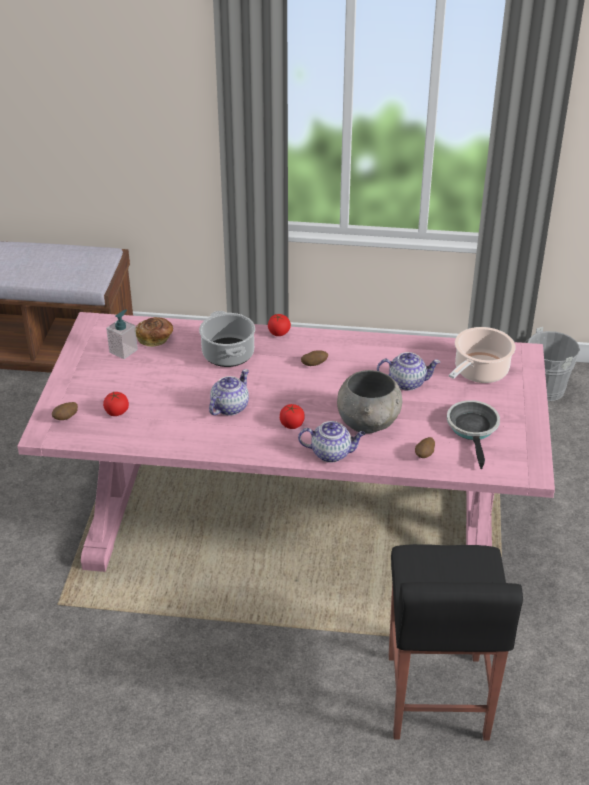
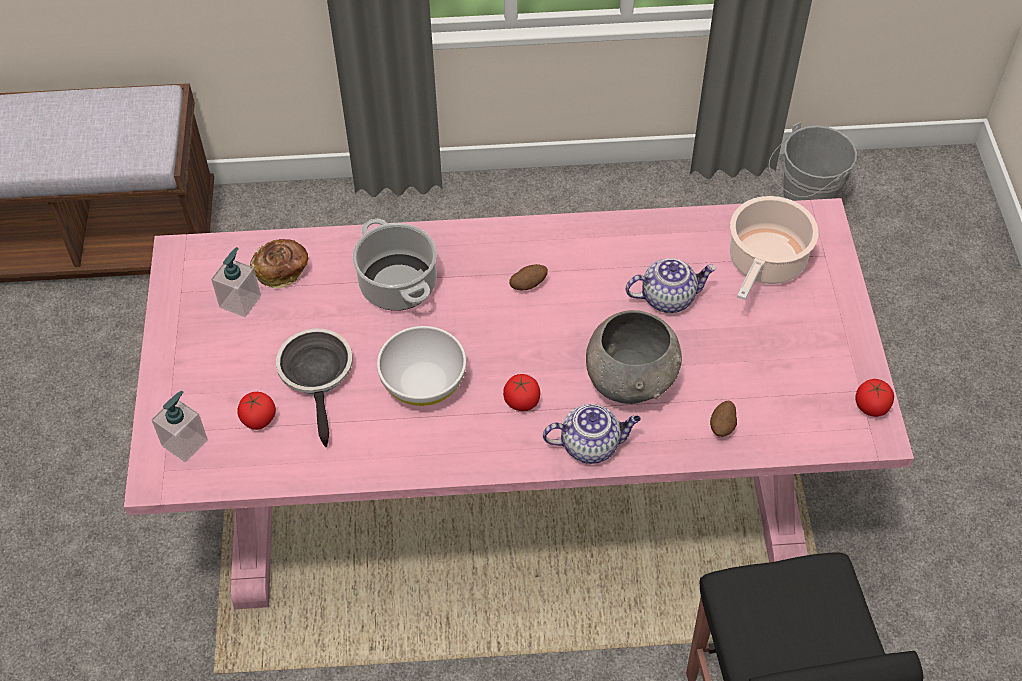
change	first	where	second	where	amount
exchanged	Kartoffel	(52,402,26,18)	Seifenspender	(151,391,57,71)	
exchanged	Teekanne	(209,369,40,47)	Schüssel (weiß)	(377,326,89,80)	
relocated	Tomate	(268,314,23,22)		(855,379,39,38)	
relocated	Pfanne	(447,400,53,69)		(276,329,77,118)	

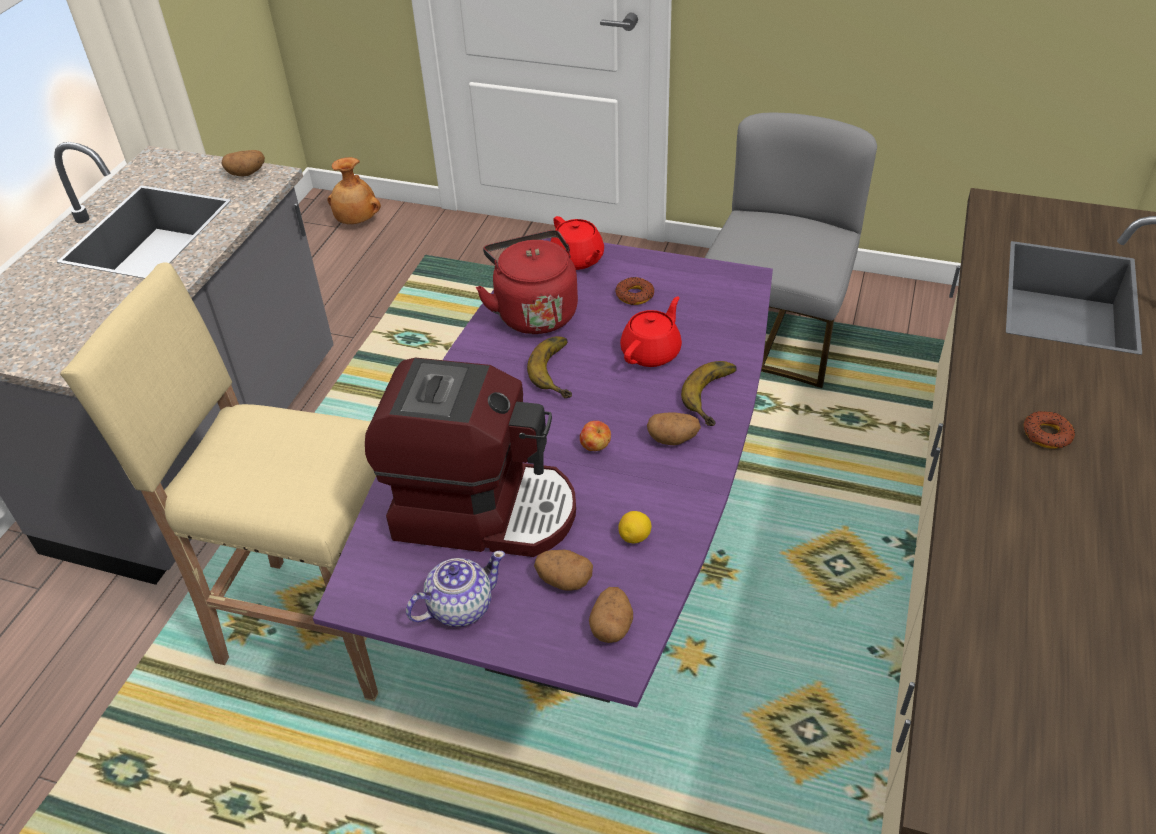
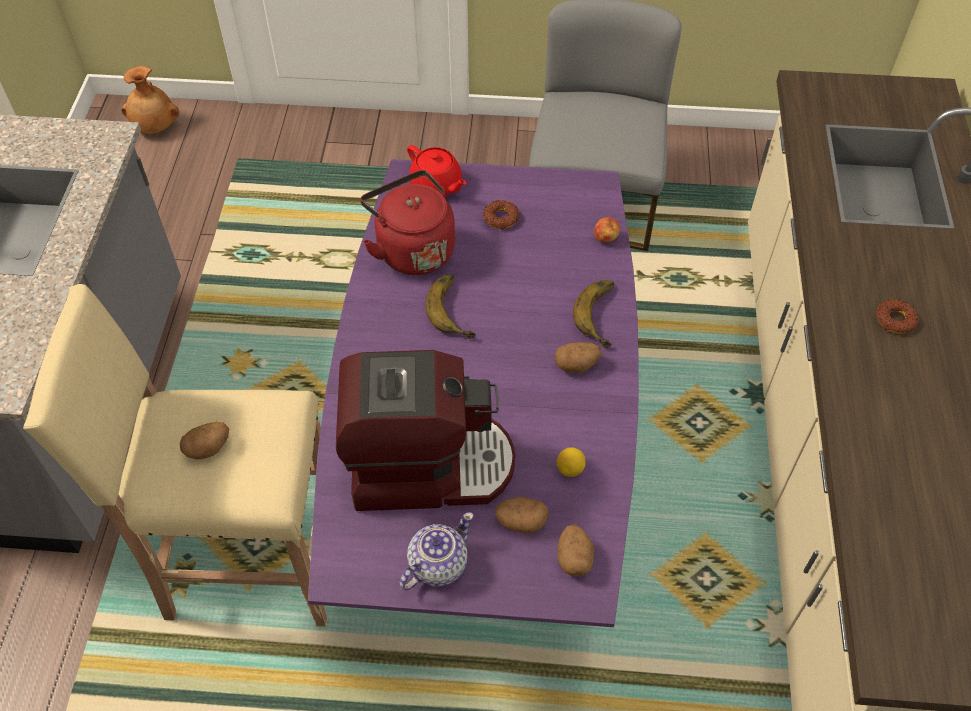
change	first	where	second	where	amount
relocated	Kartoffel	(222,150,43,26)		(180,422,49,37)	
relocated	Apfel	(580,421,31,30)		(594,217,26,25)	
missing	Teekanne (rot)	(620,296,62,71)			

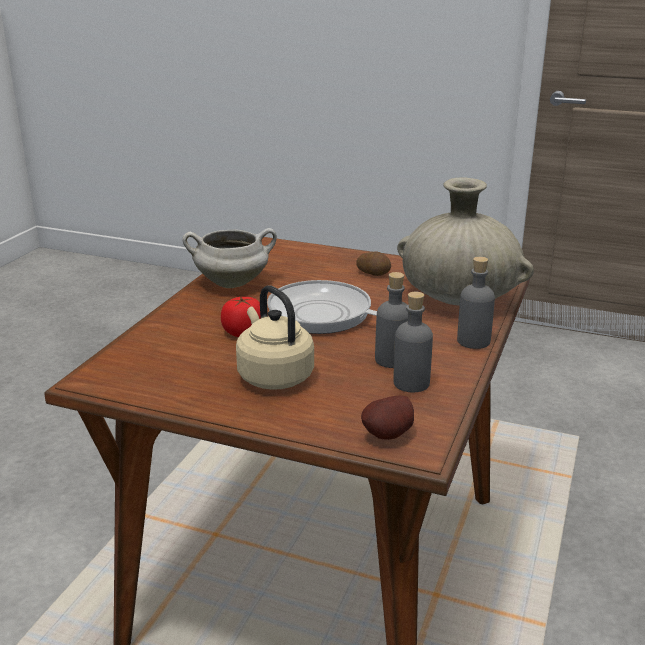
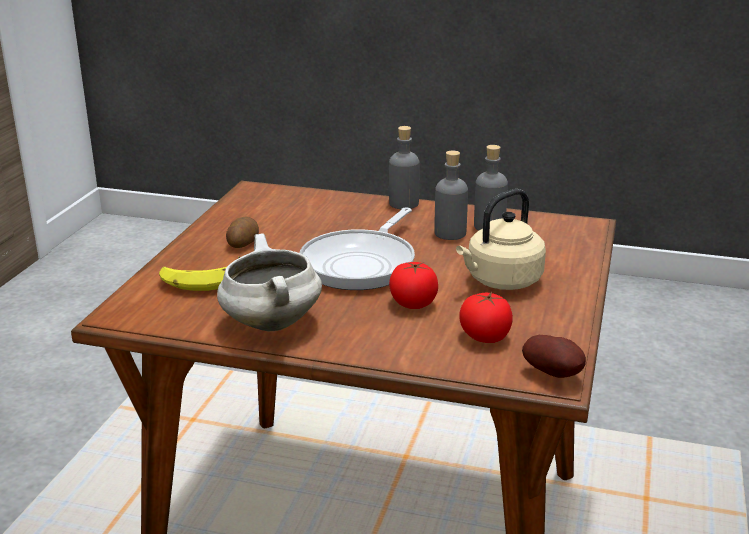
change	first	where	second	where	amount
relocated	Kartoffel	(361,395,53,45)		(522,335,64,43)	
missing	Vase (beige)	(397,177,137,129)			
appeared			Banane	(159,256,81,35)	
appeared			Tomate	(459,292,54,51)	

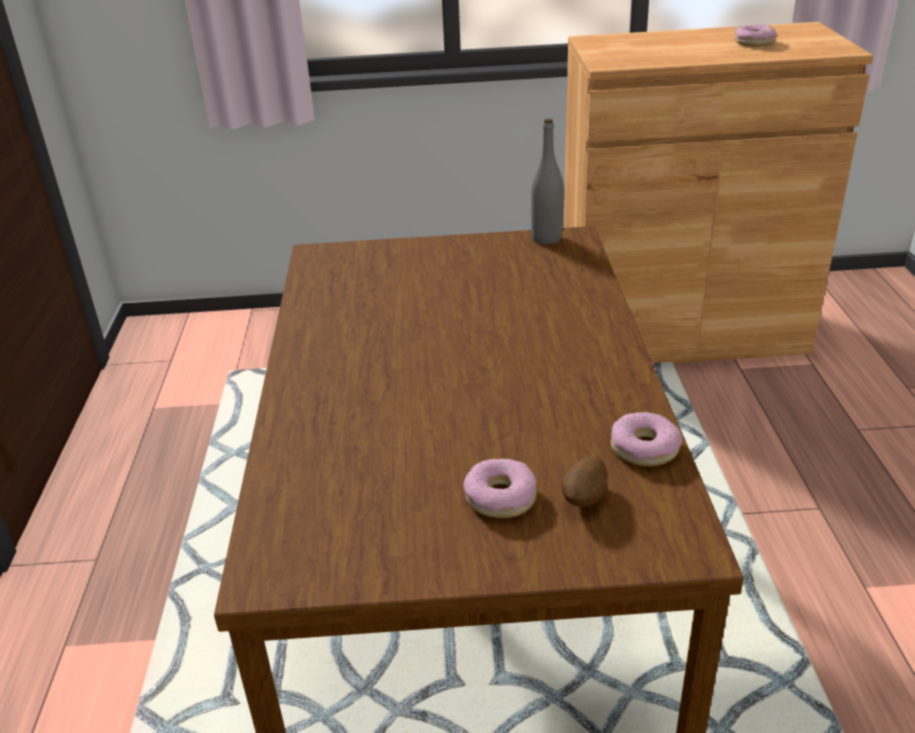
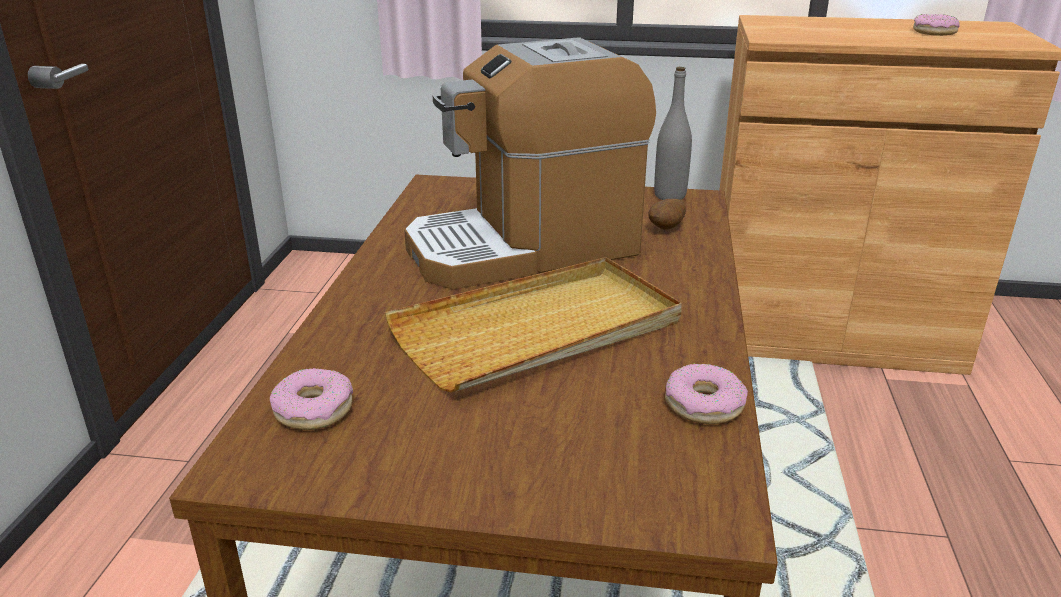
change	first	where	second	where	amount
relocated	Donut	(463,459,74,59)		(270,368,83,62)	
relocated	Kartoffel	(561,455,46,52)		(648,199,38,31)	
appeared			Tablett (beige)	(385,257,297,136)	
appeared			Kaffeemaschine	(404,37,252,253)	

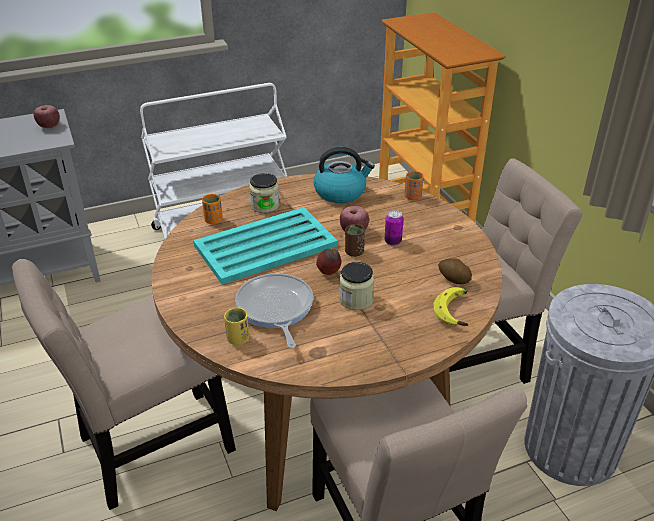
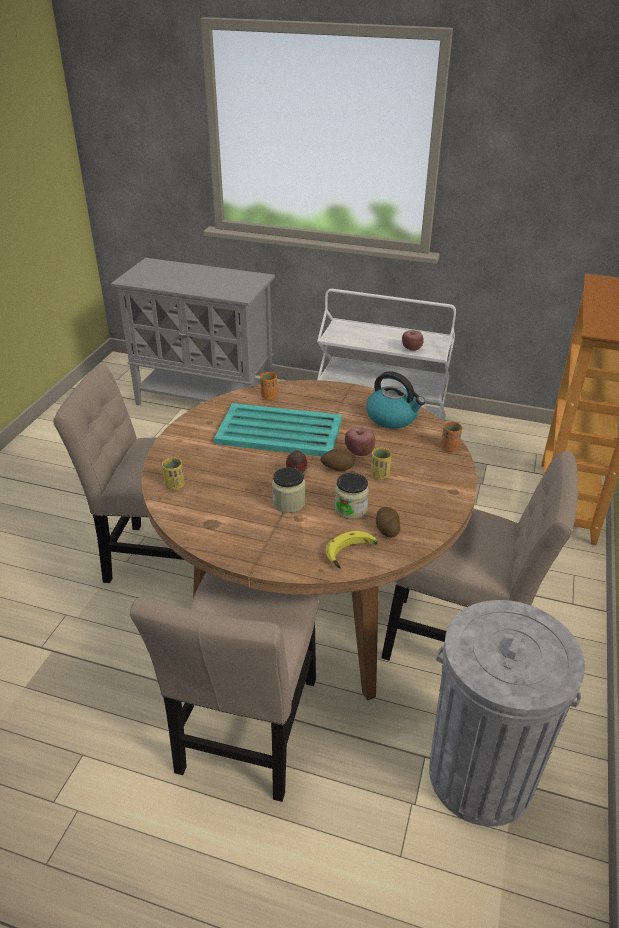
change	first	where	second	where	amount
relocated	Apfel	(34,105,26,23)		(402,330,22,21)	
missing	Pfanne	(235,273,78,75)			
relocated	Vorratsglas	(249,173,30,40)		(334,473,35,46)	
exchanged	Tasse (braun)	(345,224,20,33)	Kartoffel	(320,449,35,22)	
exchanged	Dose	(385,210,18,36)	Tasse (gelb)	(371,447,21,33)	

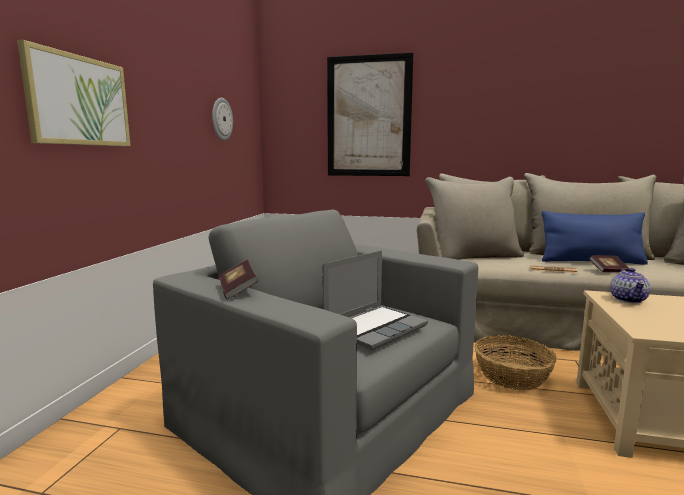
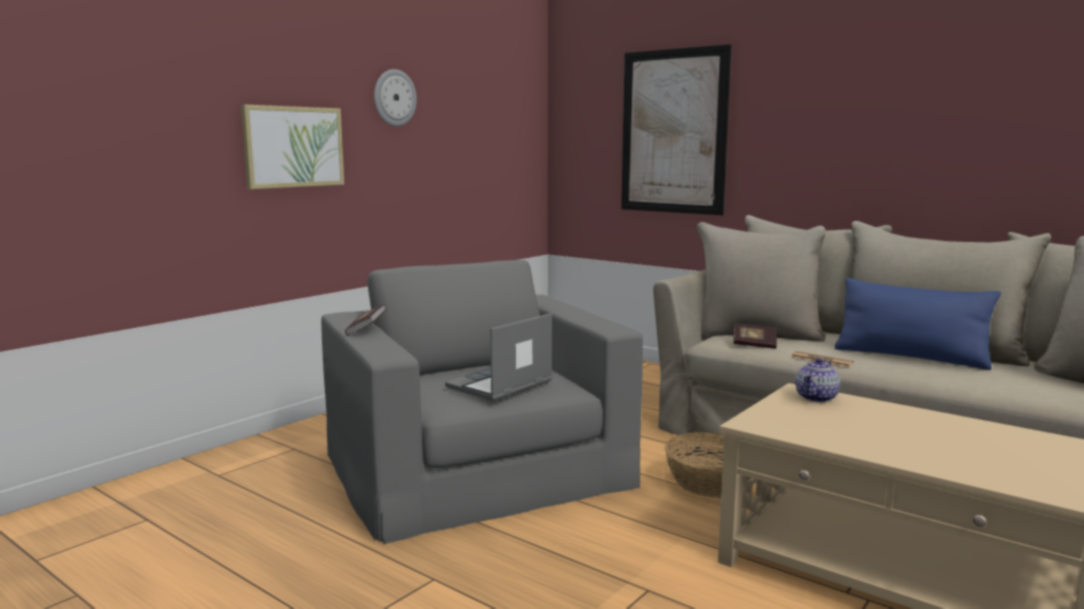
change	first	where	second	where	amount
relocated	Wanduhr	(212,98,21,43)		(374,69,43,57)	
spun	Laptop	(323,250,105,100)		(445,313,107,88)	150 degrees clockwise
relocated	Buch	(589,255,40,17)		(733,323,44,26)	

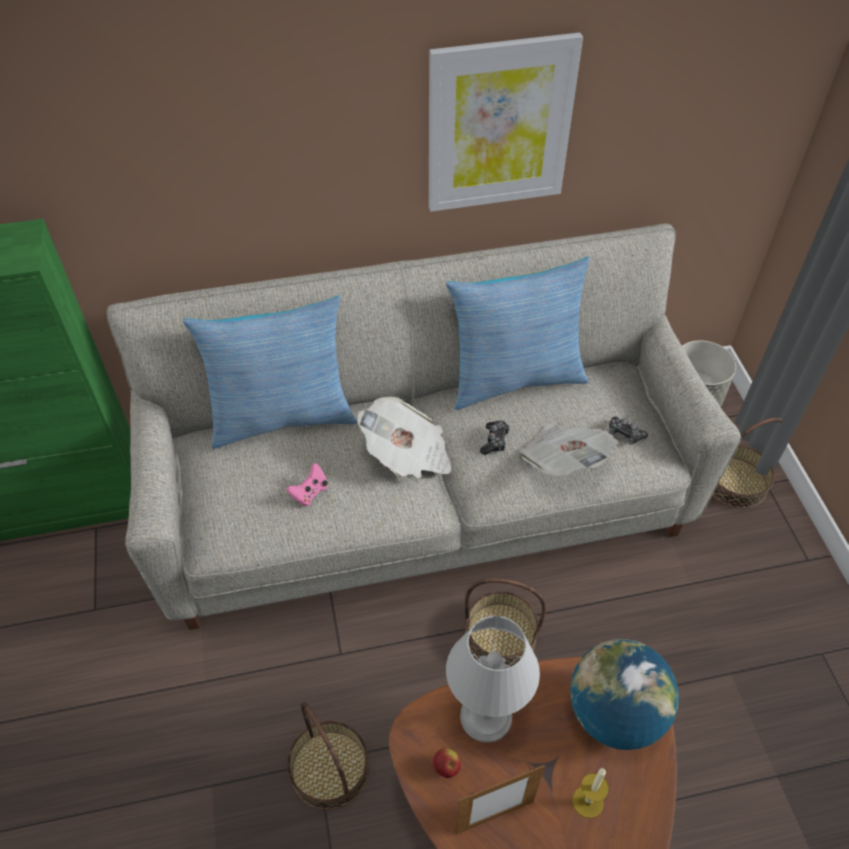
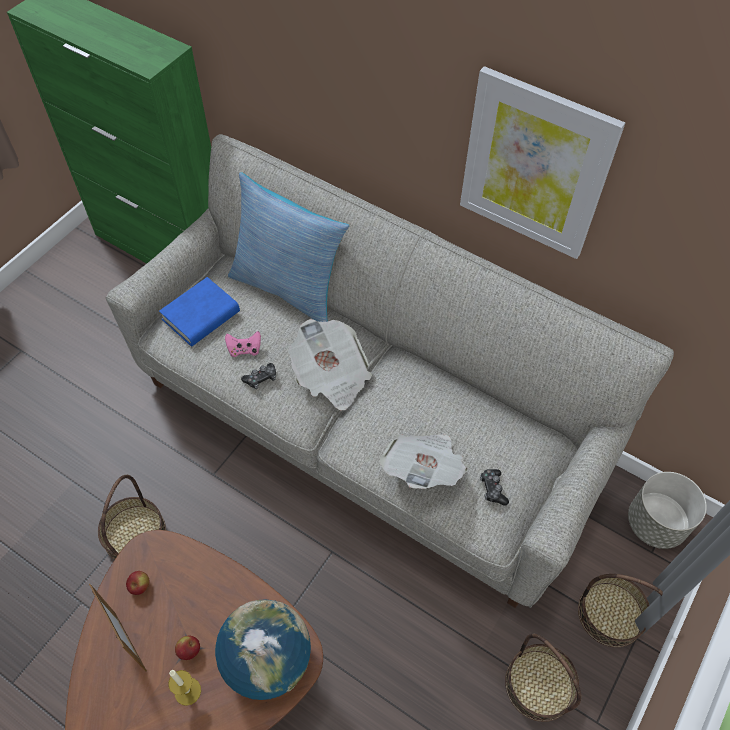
change	first	where	second	where	amount
missing	Kissen	(446,257,144,153)			
missing	Tischlampe (grau)	(446,616,94,127)			
spun	Bilderrahmen	(455,765,90,70)		(89,584,58,87)	150 degrees counterclockwise
relocated	Korb	(465,578,81,88)		(505,634,76,88)	
relocated	Gamepad	(480,420,30,35)		(241,363,35,26)	
appeared			Buch (blau)	(159,277,81,69)	
appeared			Apfel	(175,636,25,24)	

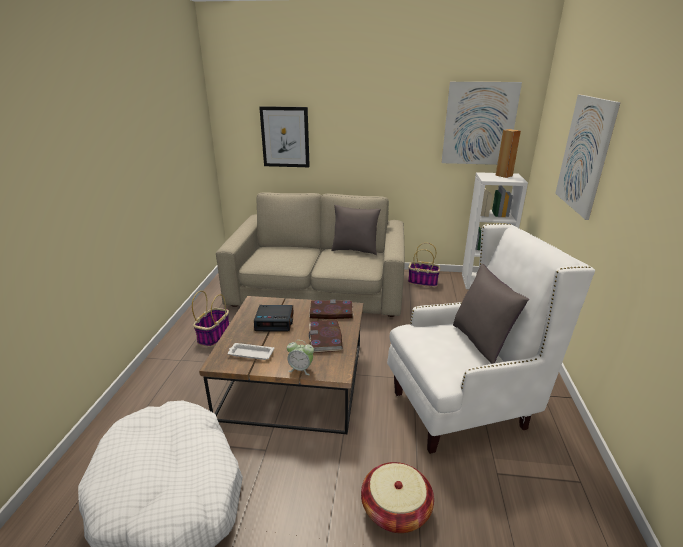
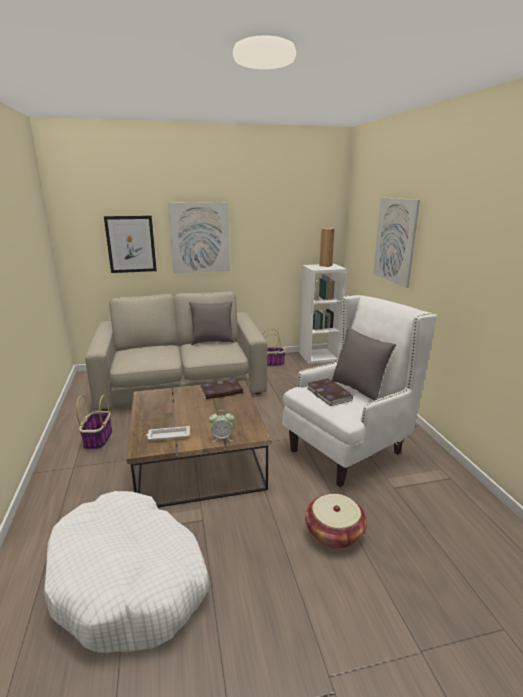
change	first	where	second	where	amount
missing	Wecker	(254,305,40,27)			
relocated	Buch	(309,320,33,33)		(307,379,46,27)	
relocated	Bild	(442,82,80,83)		(168,202,62,71)	

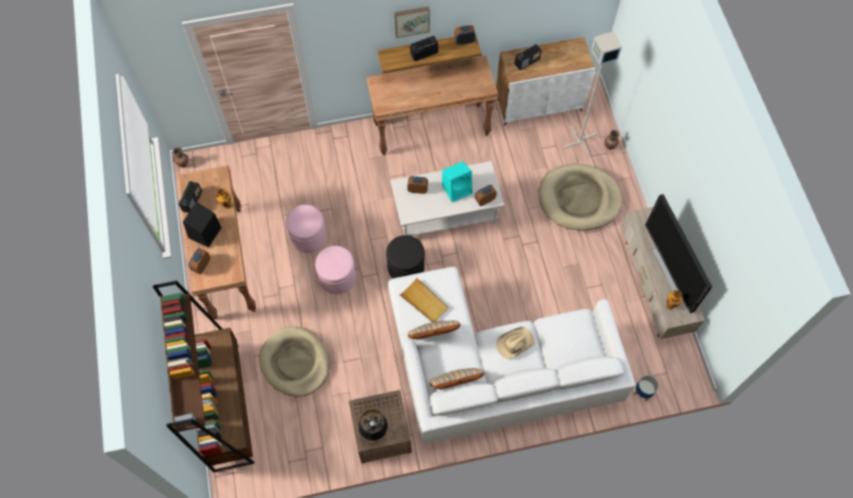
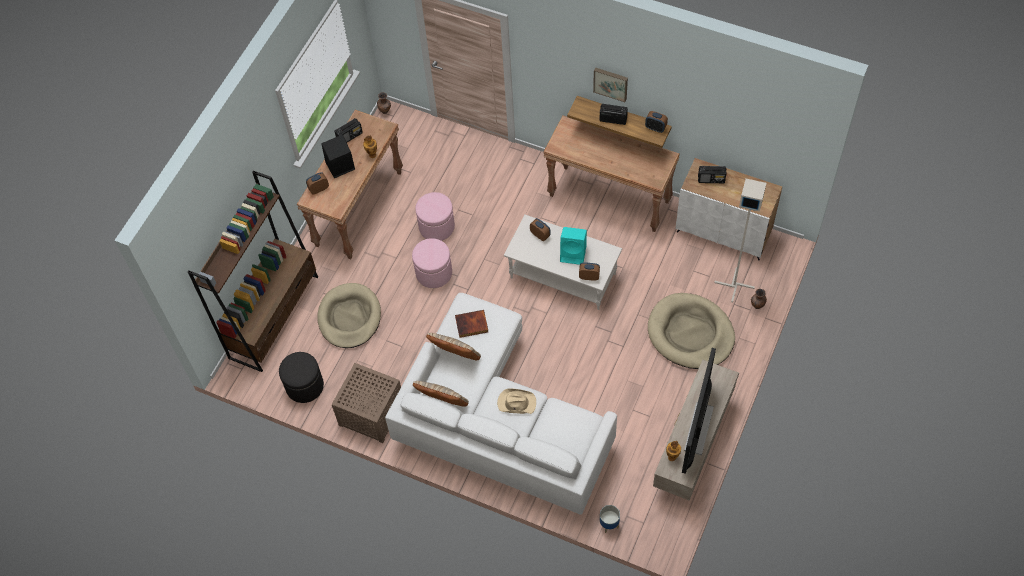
change	first	where	second	where	amount
missing	Tischlampe (schwarz)	(358,410,30,31)			
relocated	Polsterhocker (schwarz)	(386,235,39,44)		(279,352,45,51)	
exchanged	Tablett (beige)	(400,277,49,45)	Buch	(455,310,33,28)	

